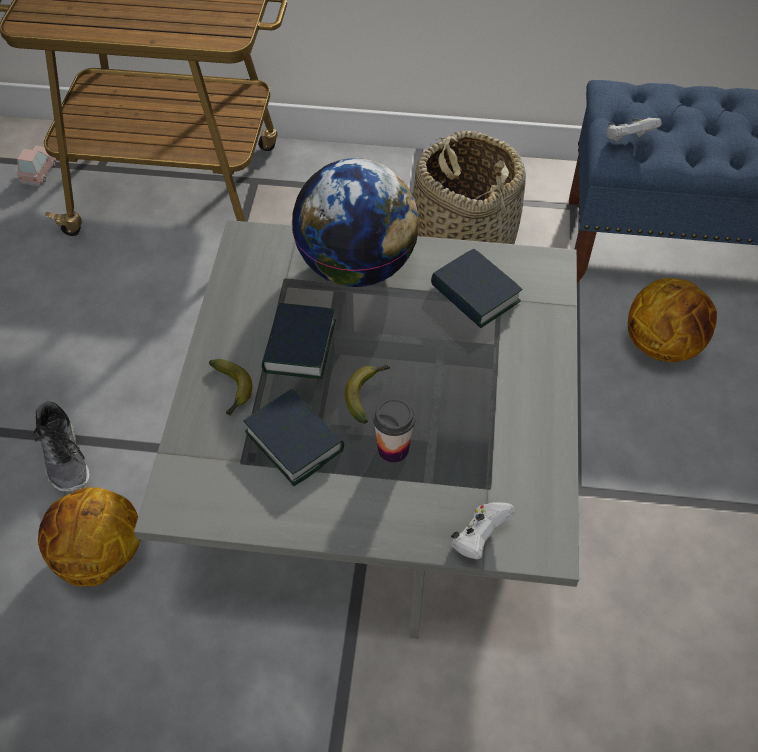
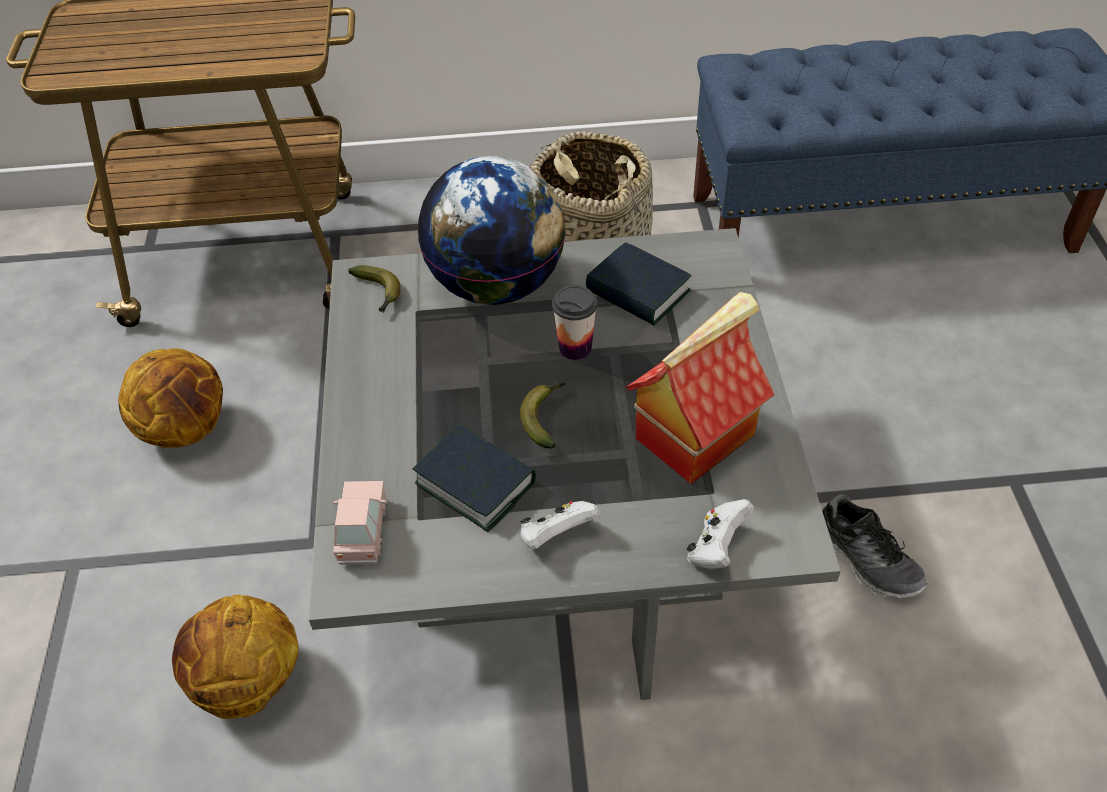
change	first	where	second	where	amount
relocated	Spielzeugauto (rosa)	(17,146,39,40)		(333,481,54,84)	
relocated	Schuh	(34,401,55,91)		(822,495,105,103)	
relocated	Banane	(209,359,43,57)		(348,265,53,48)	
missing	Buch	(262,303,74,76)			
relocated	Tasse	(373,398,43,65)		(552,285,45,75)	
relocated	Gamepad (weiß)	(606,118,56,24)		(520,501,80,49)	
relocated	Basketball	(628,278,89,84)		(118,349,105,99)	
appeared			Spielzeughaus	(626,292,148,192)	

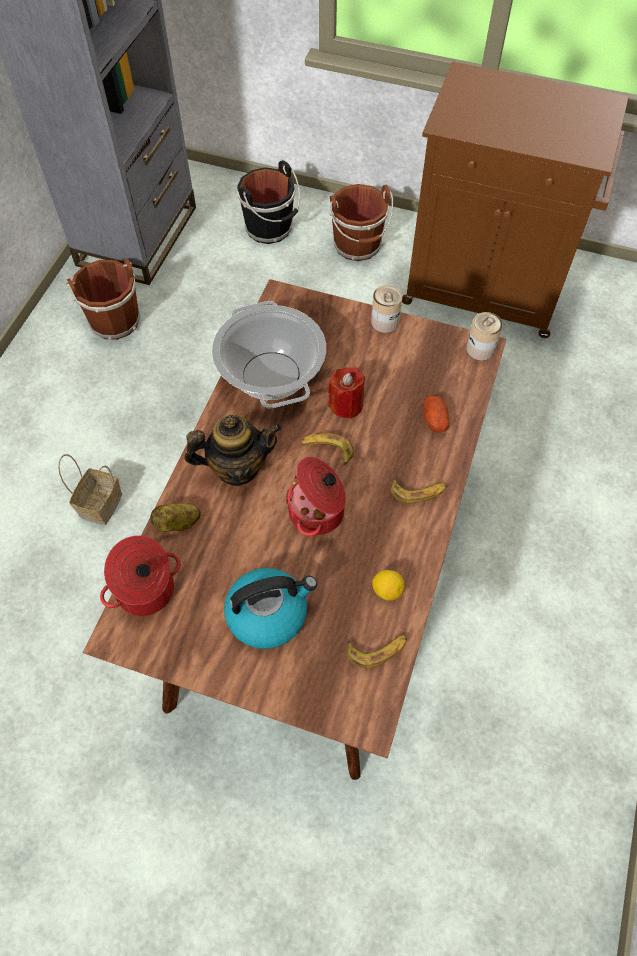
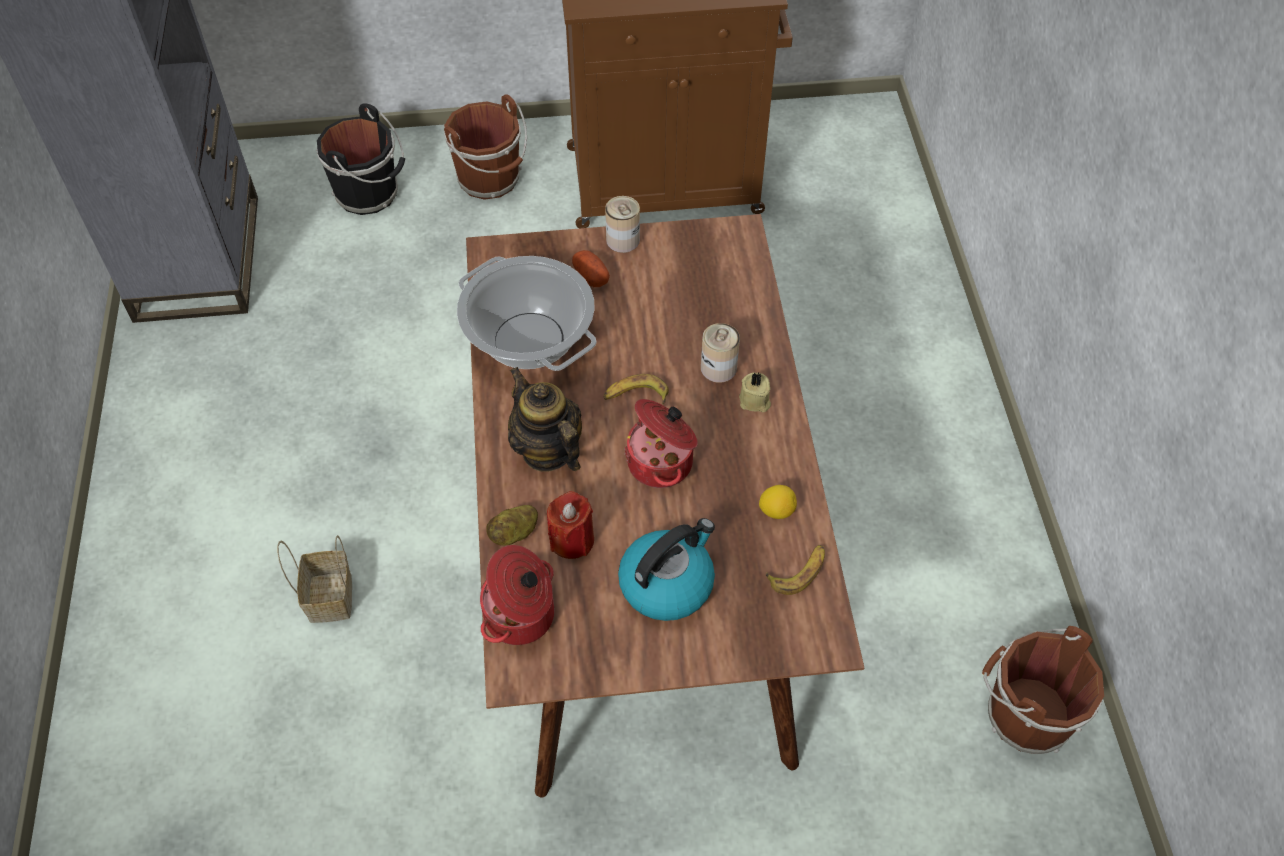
change	first	where	second	where	amount
relocated	Eimer (braun)	(65,258,75,82)		(982,626,122,128)	
spun	Teekanne	(184,414,98,72)		(508,367,74,105)	90 degrees counterclockwise
relocated	Kerze (rot)	(328,367,37,52)		(547,491,47,68)	
exchanged	Banane	(390,477,57,27)	Kerze (beige)	(739,372,32,40)	
relocated	Kartoffel	(424,396,25,37)		(572,250,38,37)	
relocated	Dose	(466,312,37,48)		(701,323,39,60)	

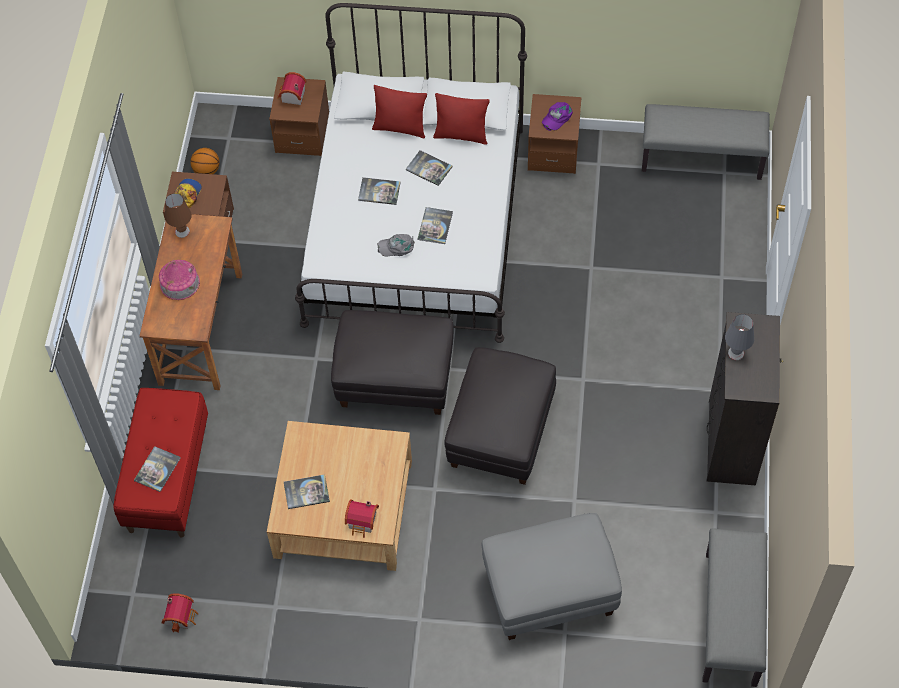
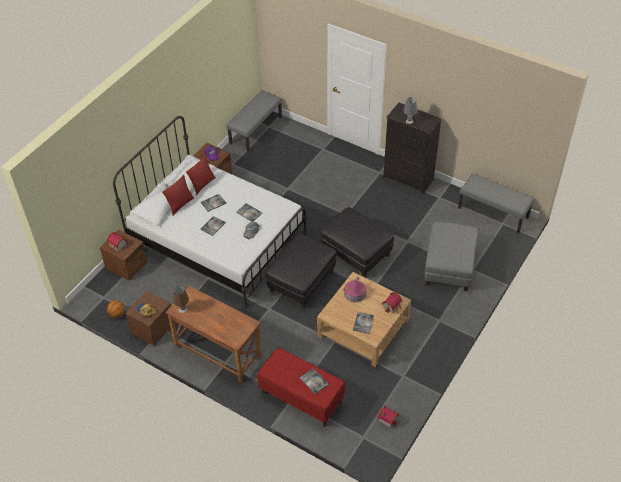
change	first	where	second	where	amount
relocated	Spielzeughaus	(159,260,41,40)		(343,277,24,25)	

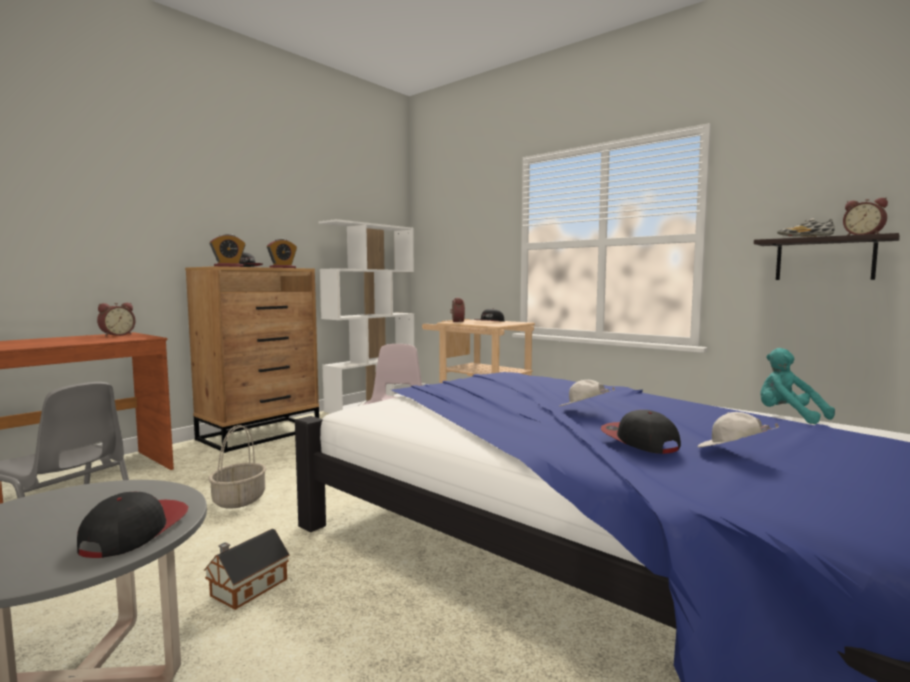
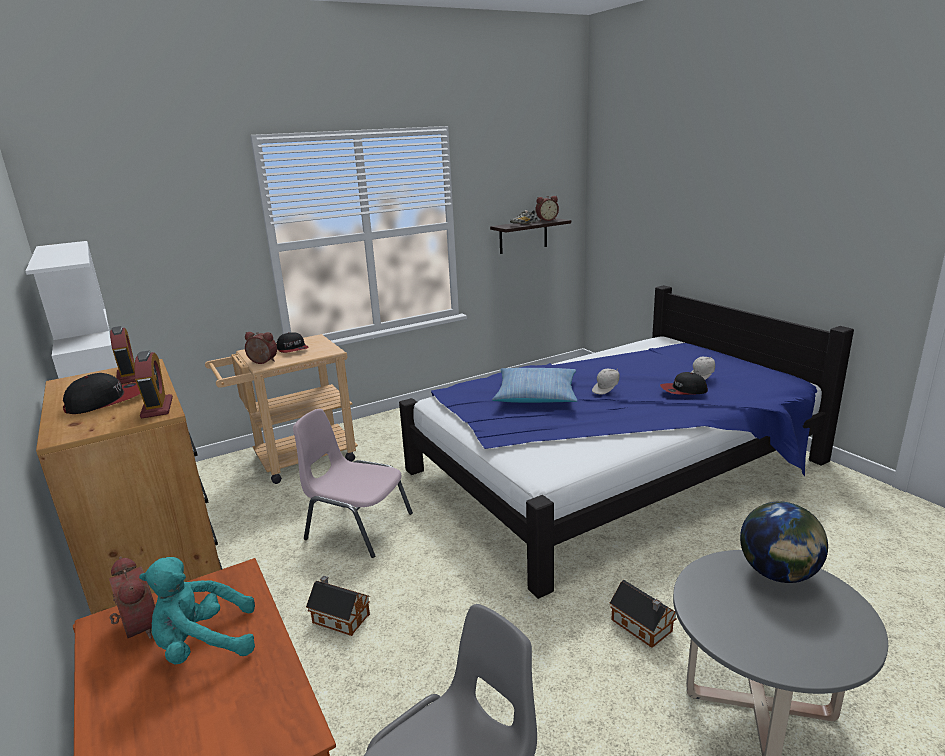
change	first	where	second	where	amount
exchanged	Kappe	(77,492,111,66)	Globus	(740,502,88,81)	
missing	Korb	(208,425,58,84)			
relocated	Plüschtier (türkis)	(760,348,75,76)		(139,557,116,108)	
appeared			Spielzeughaus	(306,576,64,60)	
appeared			Kissen	(492,368,85,35)	

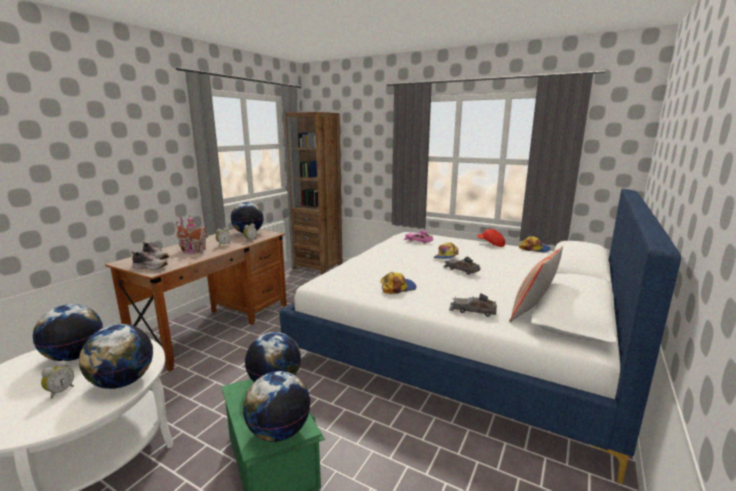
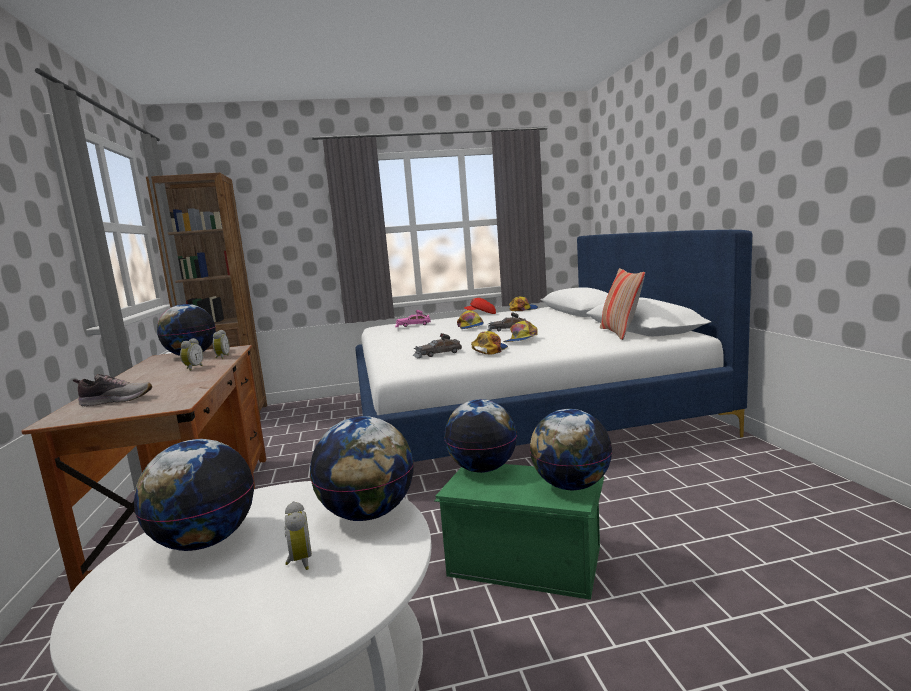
change	first	where	second	where	amount
missing	Schuh	(131,251,37,19)			
missing	Spielzeughaus	(175,215,33,39)			
relocated	Spielzeugauto (grau)	(449,294,48,23)		(413,333,49,25)	
appeared			Kappe	(503,321,35,21)	

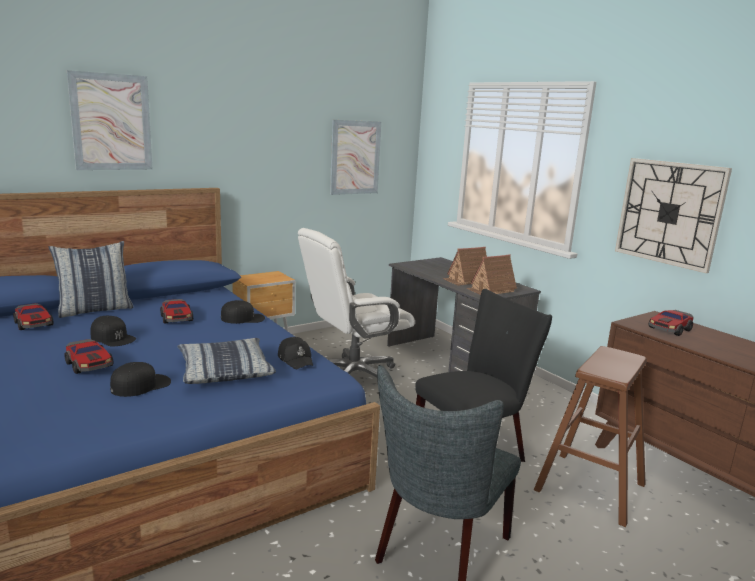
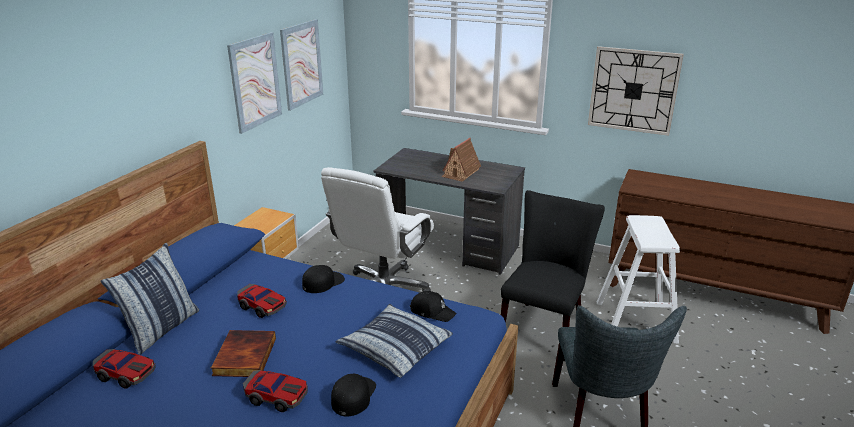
change	first	where	second	where	amount
relocated	Bild	(67,70,86,100)		(227,32,55,102)	
exchanged	Kappe (schwarz)	(90,316,46,31)	Buch	(211,330,65,47)	
missing	Spielzeughaus	(466,254,51,41)			
colour	Hocker (braun)	(534,346,113,181)	Hocker (weiß)	(597,215,83,129)	
missing	Spielzeugauto	(649,310,45,26)			

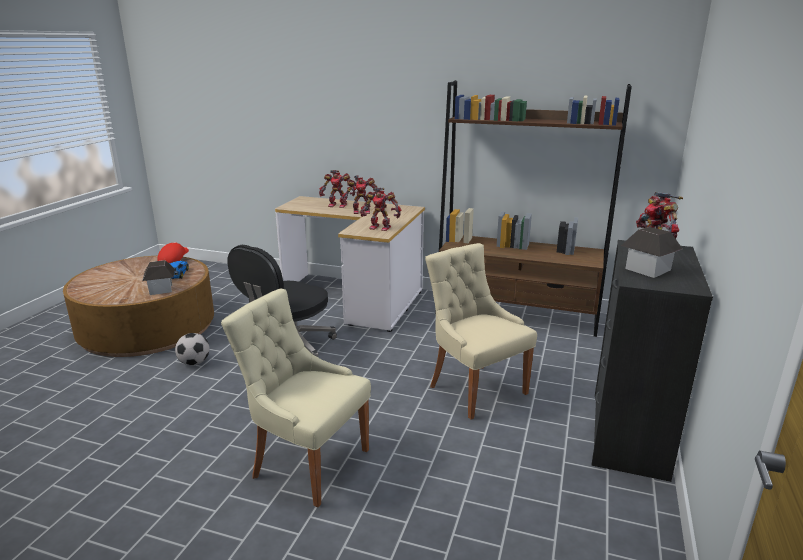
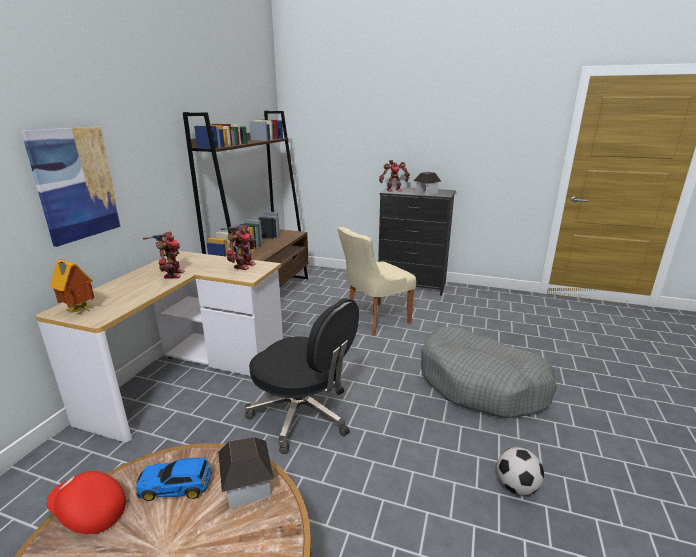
change	first	where	second	where	amount
relocated	Fußball	(175,333,35,33)		(497,447,47,48)	
exchanged	Stuhl (beige)	(221,288,150,219)	Hundebett (grau)	(421,327,136,91)	
missing	Spielzeugroboter	(319,170,37,38)			
appeared			Bild	(21,127,101,120)	
appeared			Spielzeughaus	(50,260,44,54)	

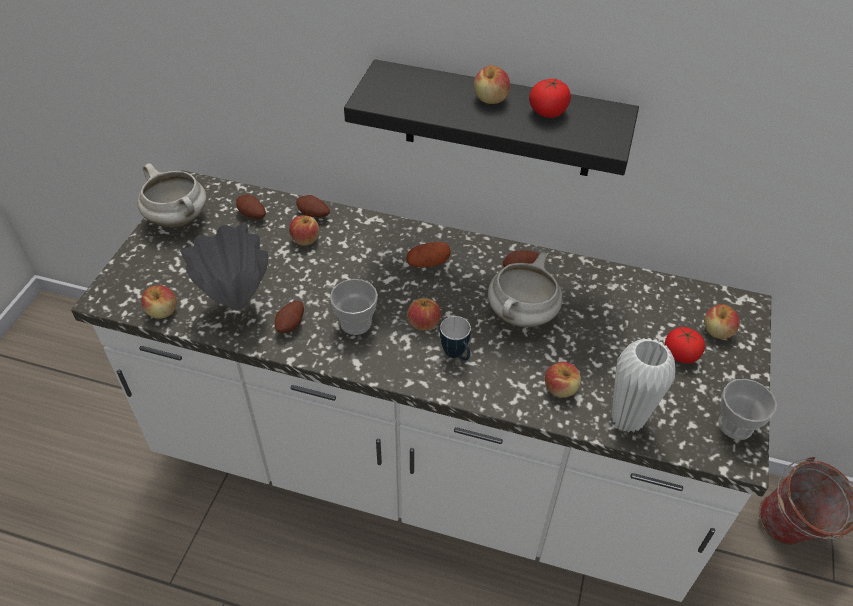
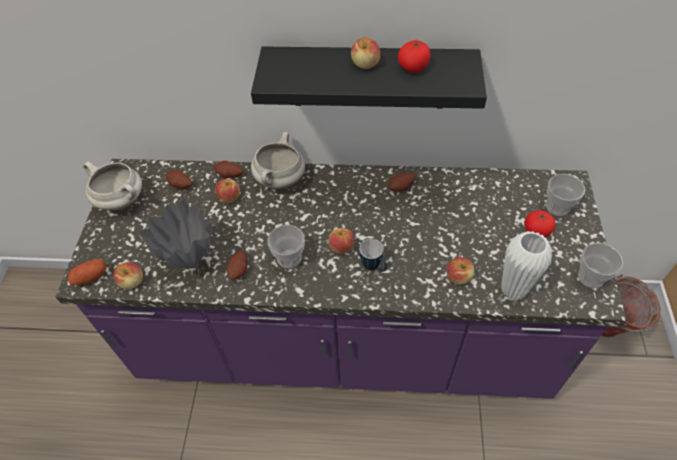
change	first	where	second	where	amount
colour	Küchenzeile (weiß)	(71,170,700,432)	Küchenzeile (lila)	(56,159,571,240)	
relocated	Kartoffel	(406,242,45,25)		(67,259,39,26)	
relocated	Kochtopf (weiß)	(488,251,74,76)		(251,132,54,57)	
exchanged	Apfel	(704,304,35,35)	Tasse	(546,174,39,42)	

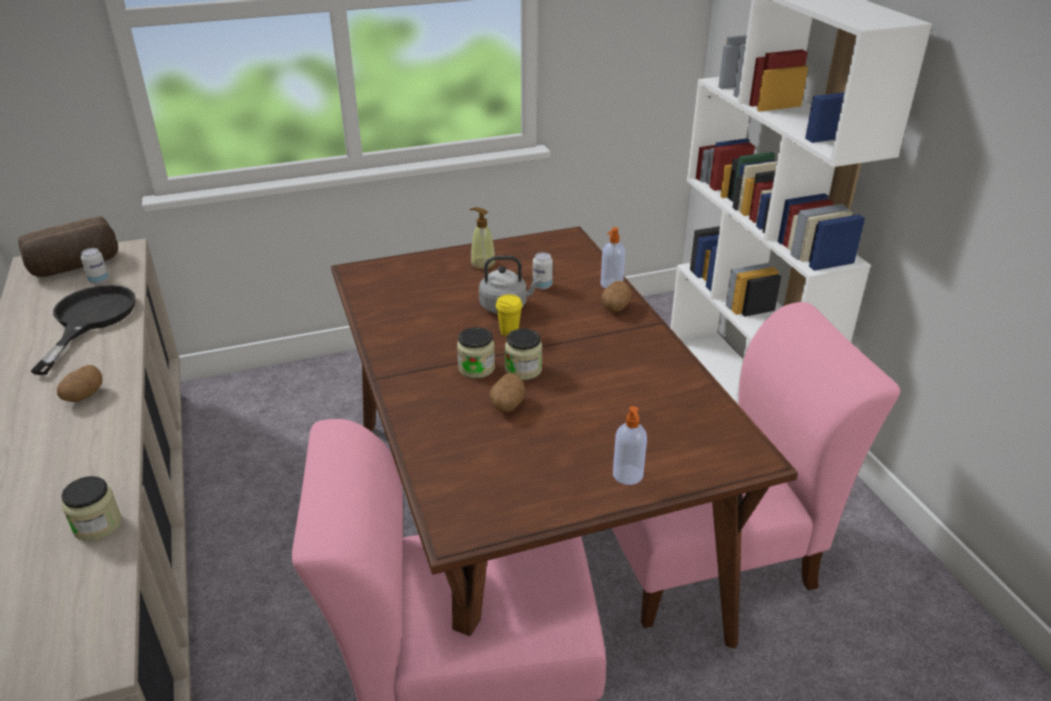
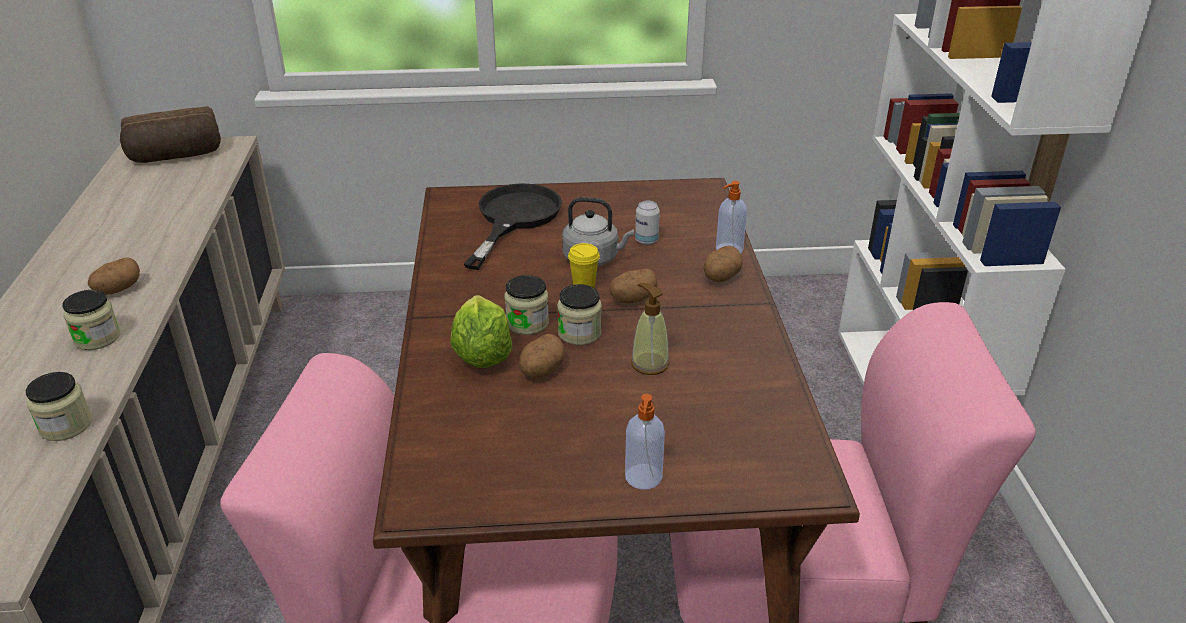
change	first	where	second	where	amount
relocated	Pfanne (schwarz)	(31,285,105,90)		(464,183,98,87)	
missing	Dose	(81,248,28,37)			
relocated	Seifenspender	(470,207,26,63)		(631,283,38,92)	
appeared			Vorratsglas	(62,290,58,60)	
appeared			Salatkopf	(450,295,63,73)	
appeared			Kartoffel	(609,269,48,35)	

